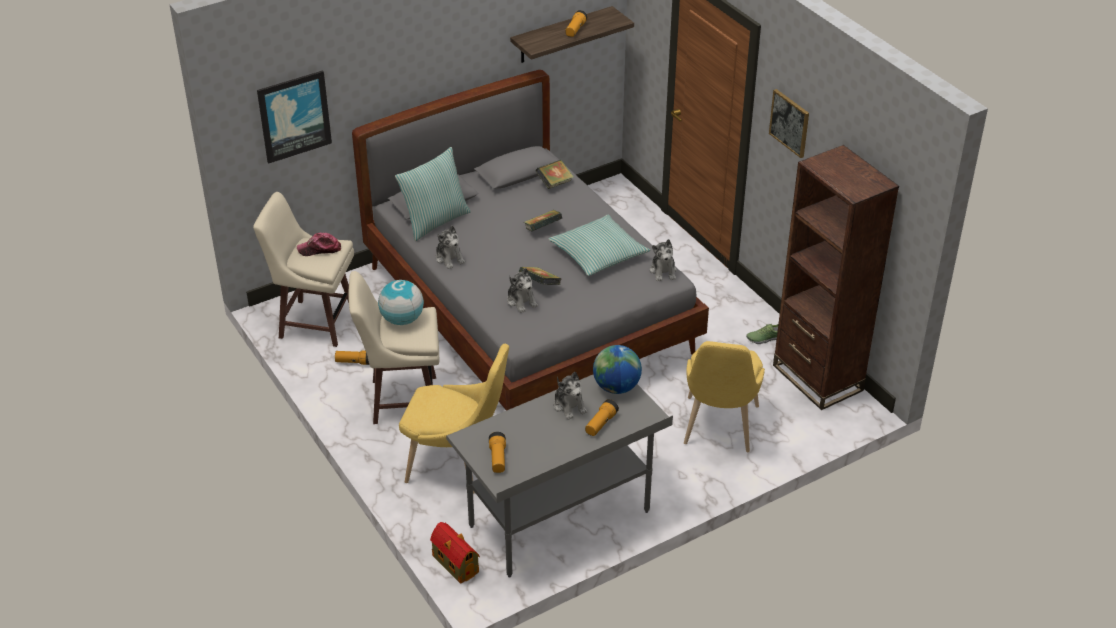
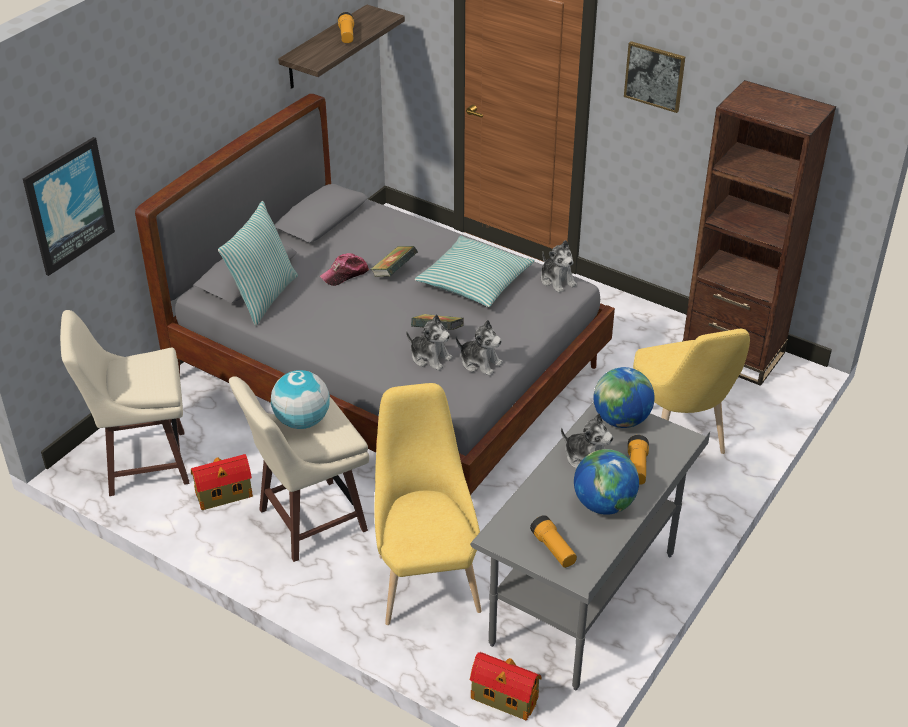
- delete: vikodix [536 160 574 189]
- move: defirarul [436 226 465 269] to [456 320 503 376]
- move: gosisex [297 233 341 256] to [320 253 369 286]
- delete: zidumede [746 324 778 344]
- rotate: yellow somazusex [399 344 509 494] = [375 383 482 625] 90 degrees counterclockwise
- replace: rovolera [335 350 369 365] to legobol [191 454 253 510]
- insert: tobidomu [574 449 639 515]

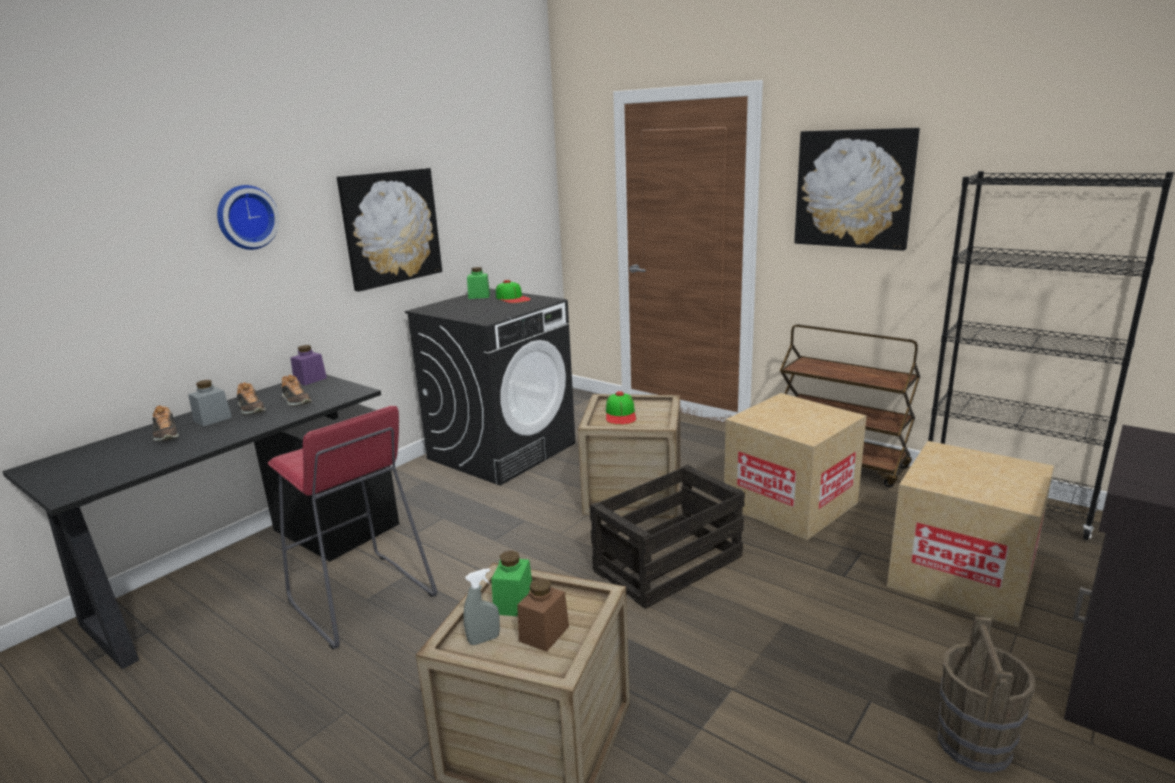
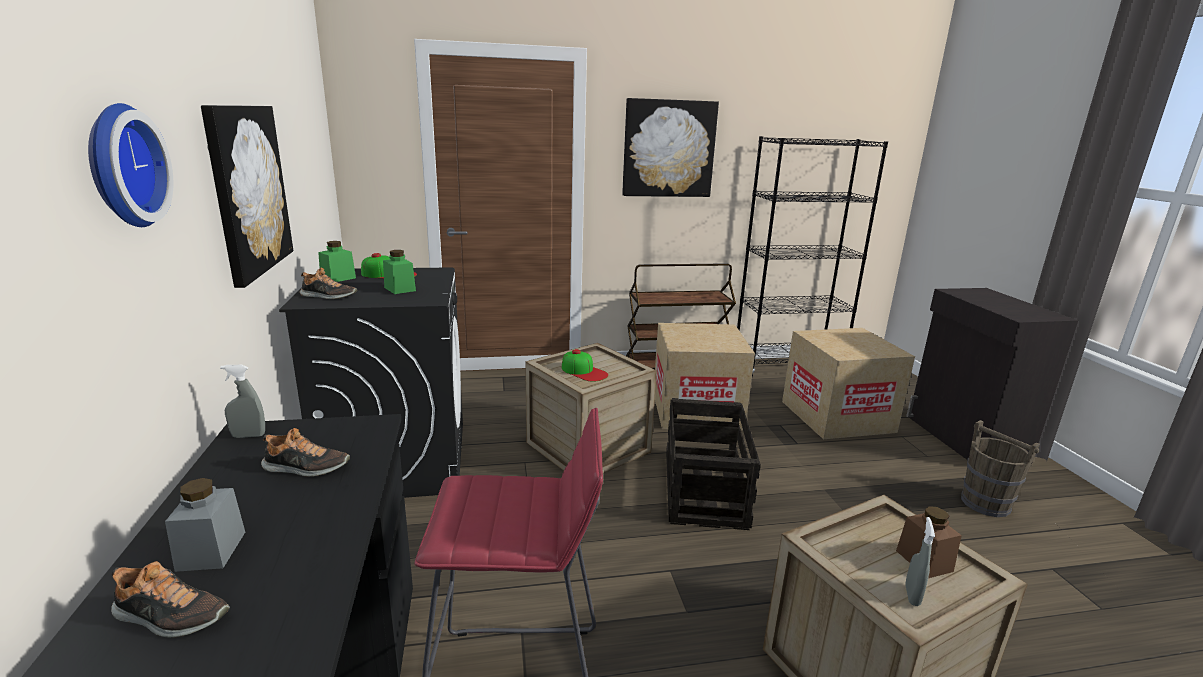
- replace: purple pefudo [290 345 327 385] to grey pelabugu [220 365 265 438]
- move: zidumede [237 382 266 414] to [300 267 357 299]
- move: green pefudo [491 551 532 616] to [383 250 416 294]

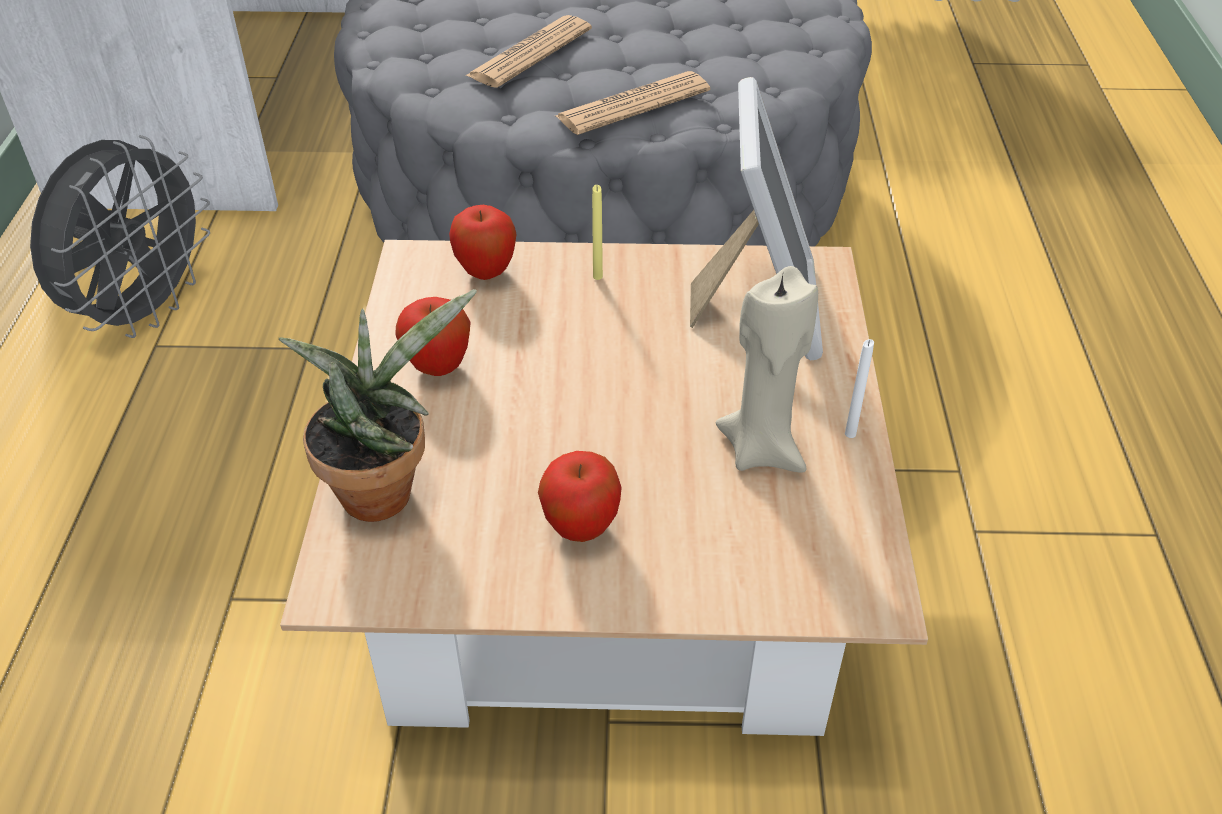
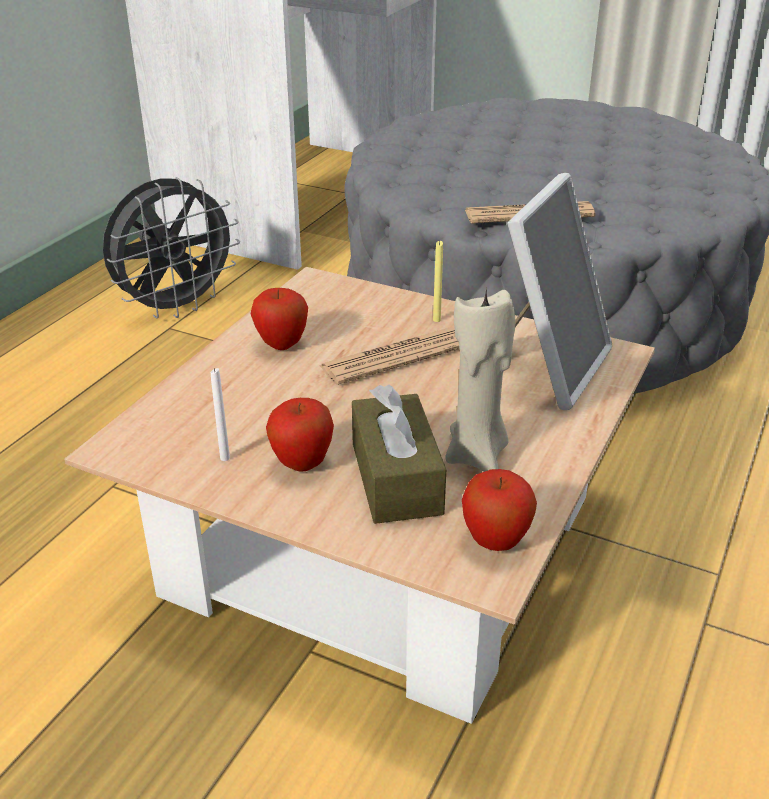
- move: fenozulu [466 15 592 88] to [319 328 460 385]
- move: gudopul [449 205 517 280] to [462 469 537 551]
- delete: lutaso [279 289 477 522]
- move: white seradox [845 339 874 438] to [211 368 230 461]
- insert: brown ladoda [352 385 446 524]

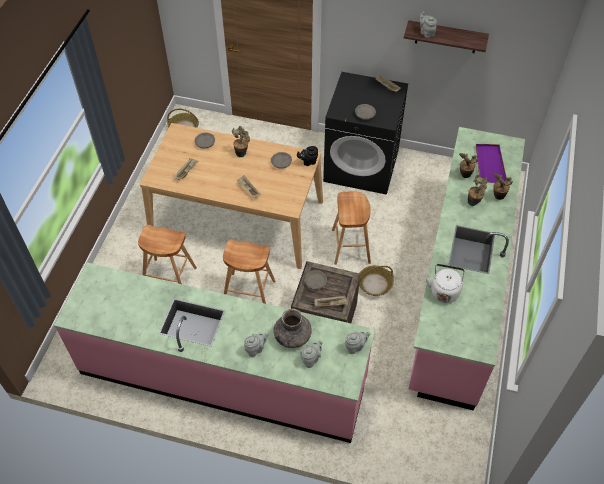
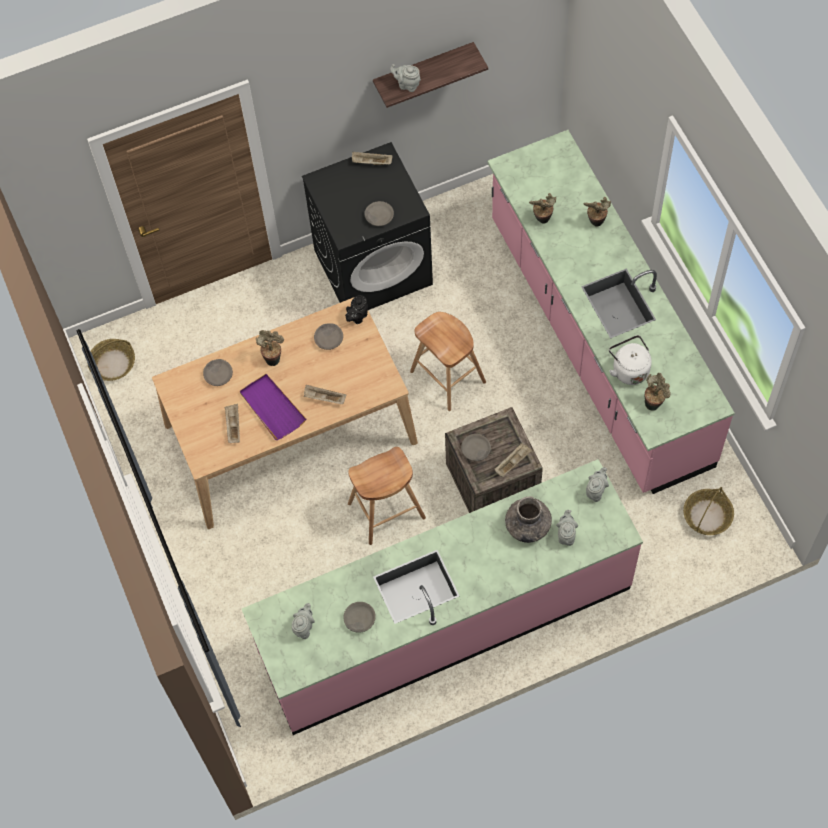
- move: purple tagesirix [476 144 507 183] to [240 374 306 440]
- move: lutaso [468 174 487 206] to [645 373 671 411]
- delete: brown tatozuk [138 225 197 284]
- move: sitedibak [359 265 394 296] to [683 487 734 535]
- move: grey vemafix [244 333 268 357] to [292 603 315 639]
- insert: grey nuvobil [343 602 376 633]

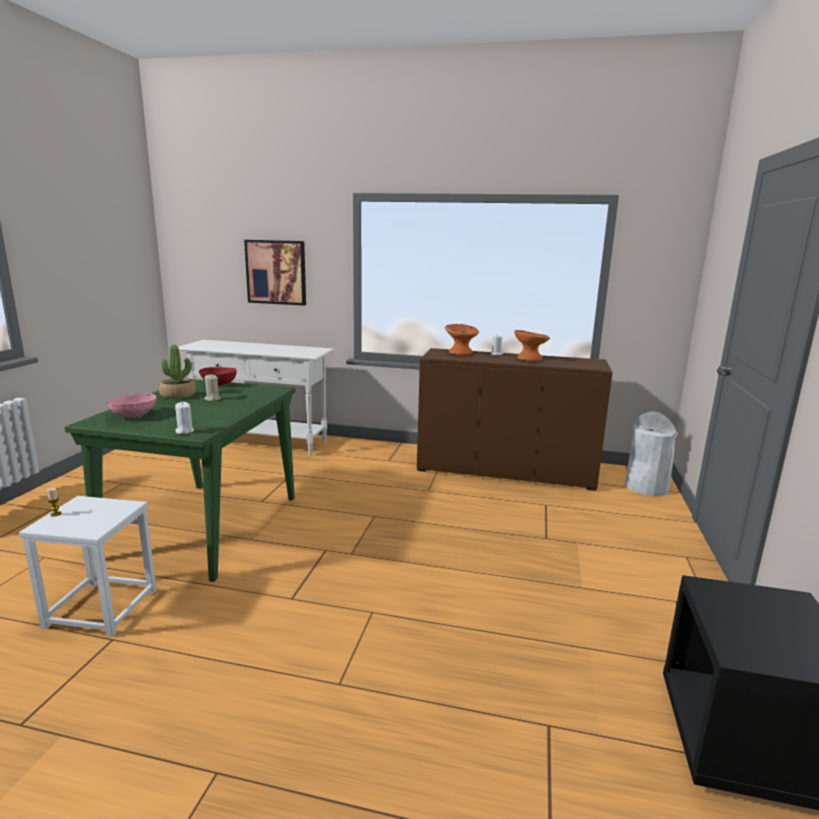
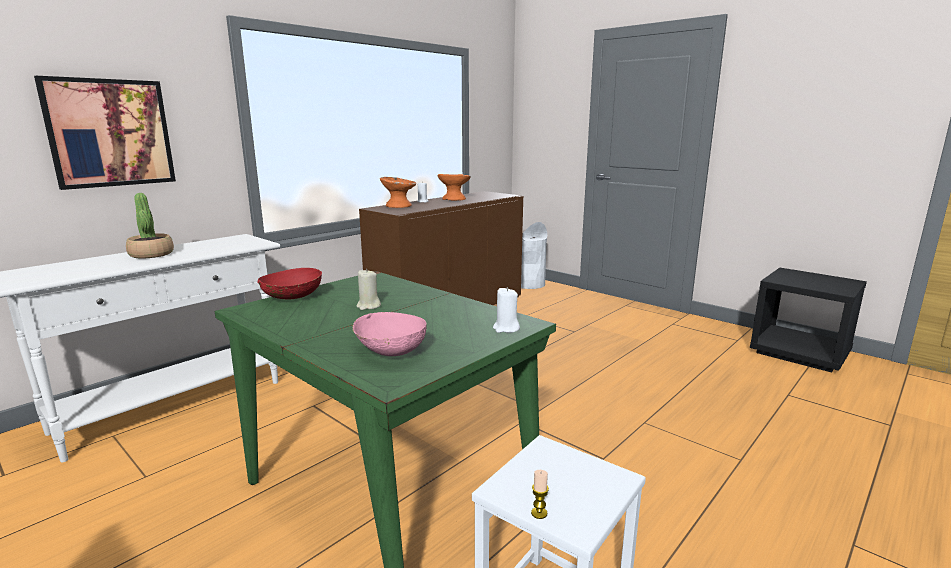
- move: lutaso [159 345 196 399] to [126 193 174 258]

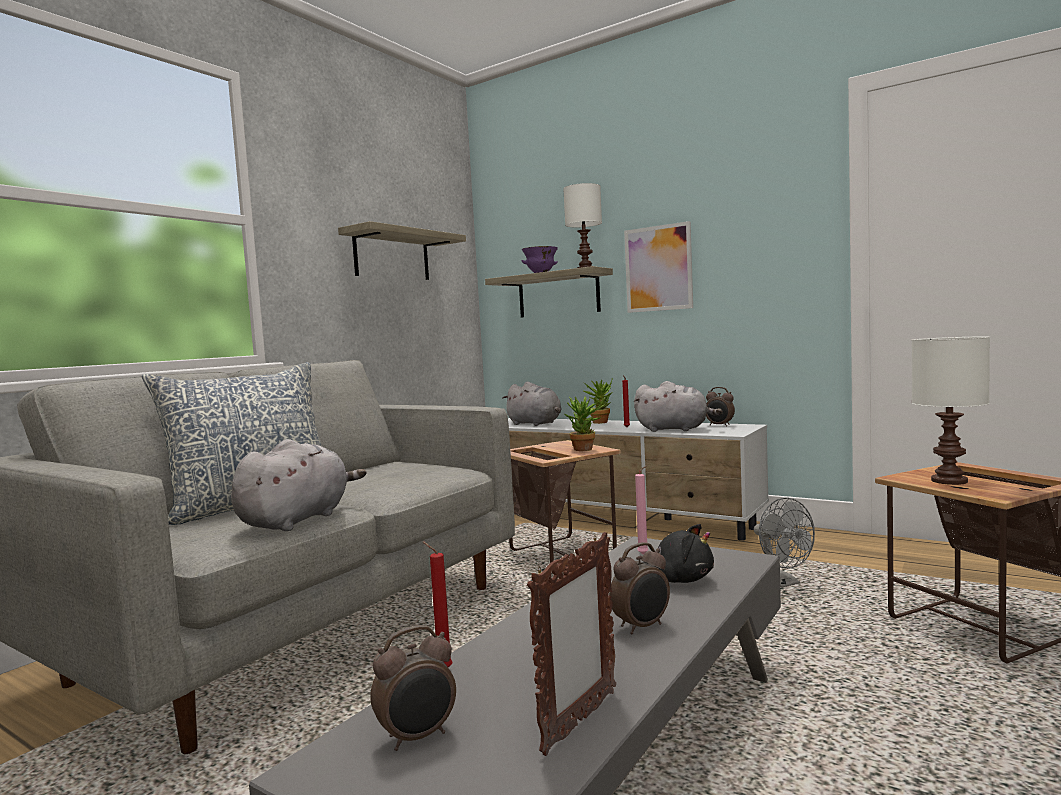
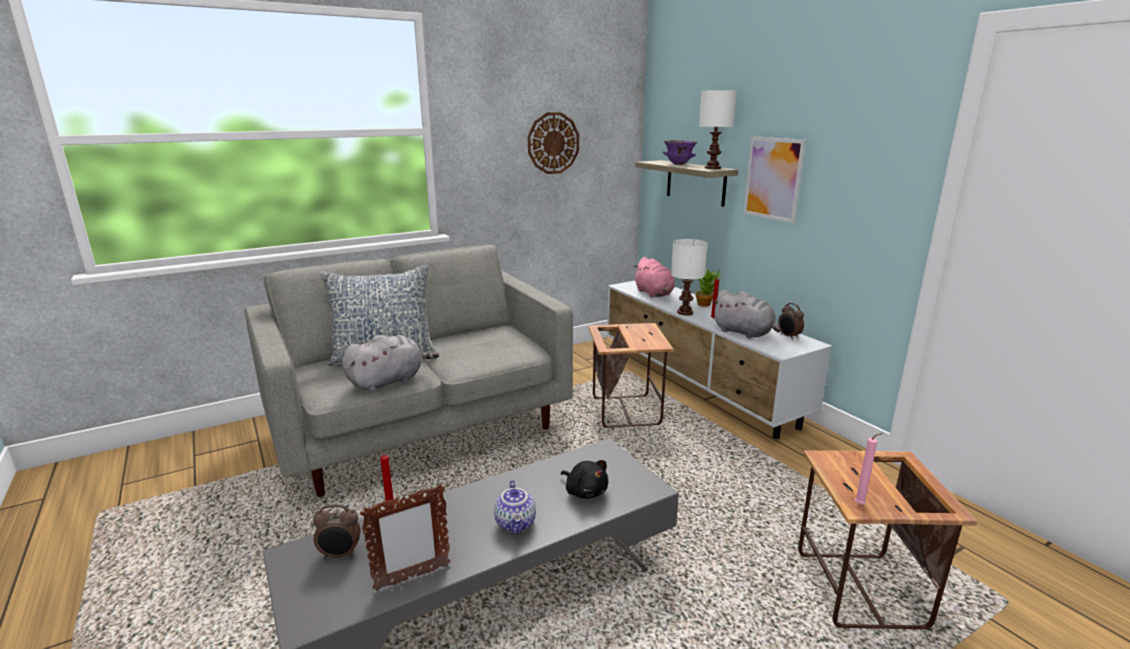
- replace: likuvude [338 221 466 280] to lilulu [528 112 579 174]
- move: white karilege [912 337 990 485] to [671 239 708 315]
- recolor: grey defirarul [502 382 561 426] to pink defirarul [634 257 675 298]
- delete: lutaso [564 397 606 451]
- move: pink seradox [635 465 648 554] to [855 433 883 505]
- delete: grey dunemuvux [754 498 815 588]
- replace: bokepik [609 542 670 634] to vemafix [494 480 536 534]

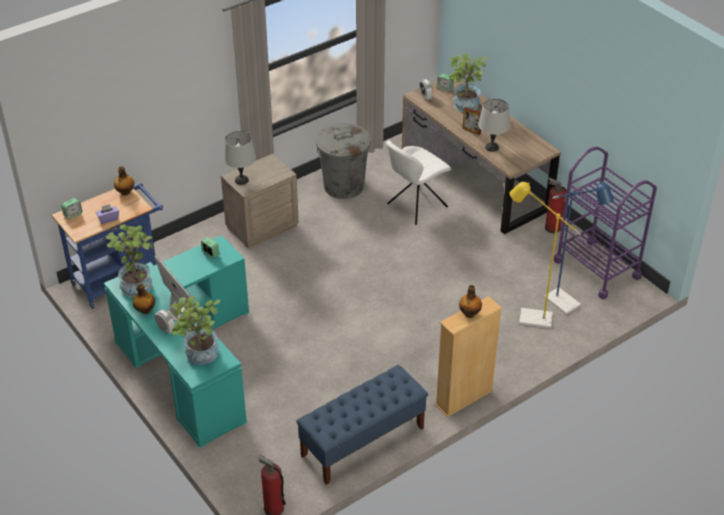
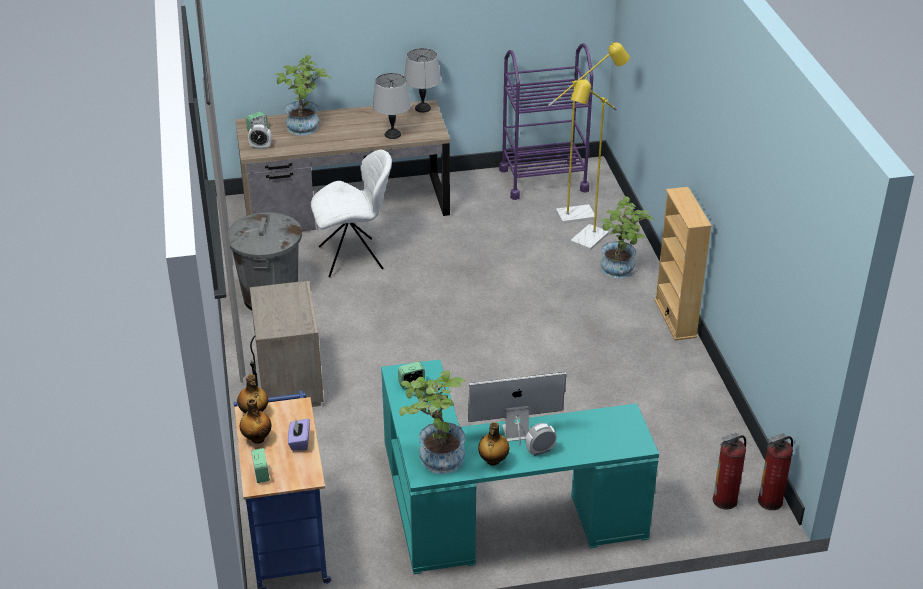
- delete: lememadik [463 107 481 135]
- move: grey karilege [224 131 256 185] to [404 48 441 113]
- rotate: white somazusex [386 140 451 225] = [311 150 392 278] 90 degrees counterclockwise
- move: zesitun [545 178 567 233] to [713 433 746 509]
- recolor: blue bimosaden [544 181 614 315] to yellow bimosaden [548 42 630 224]
- move: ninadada [459 285 482 318] to [240 398 271 444]
- move: lutaso [171 296 220 365] to [600 196 655 278]
- delete: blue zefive [296 365 428 485]

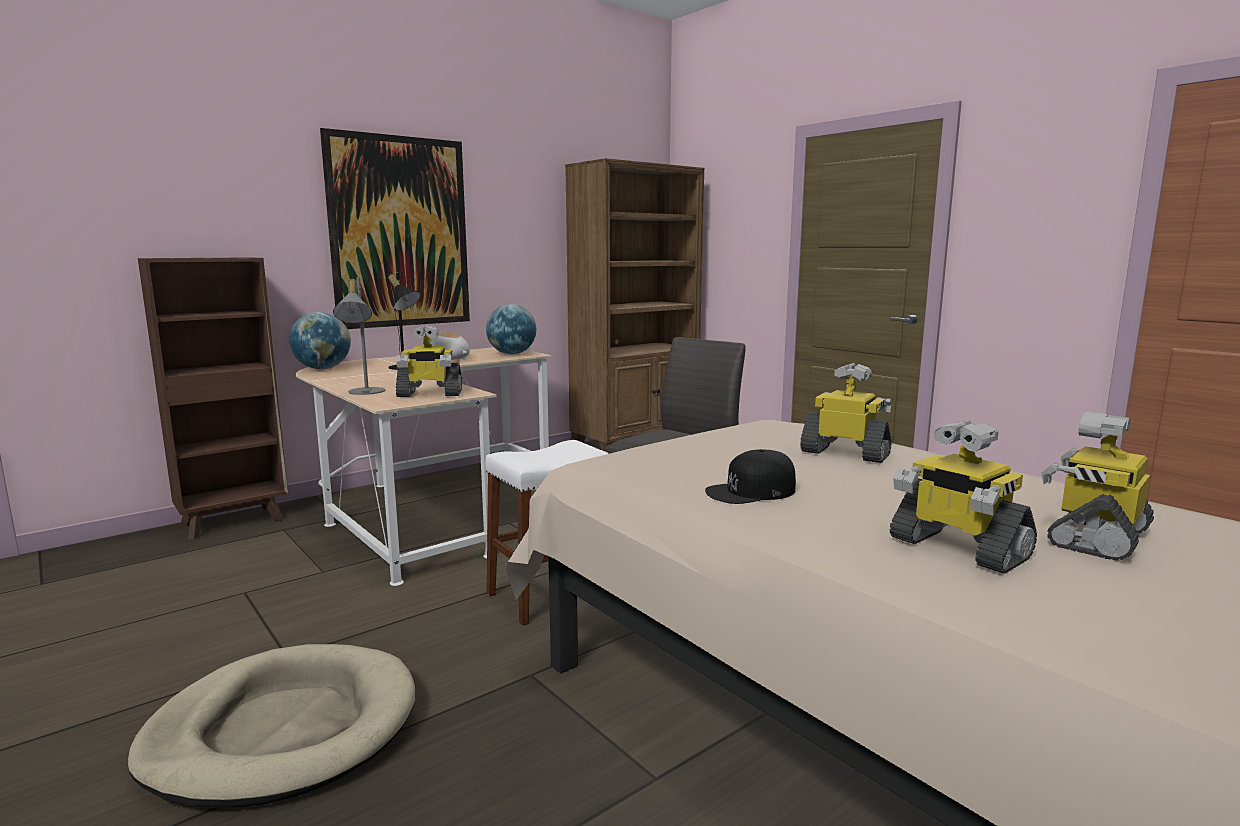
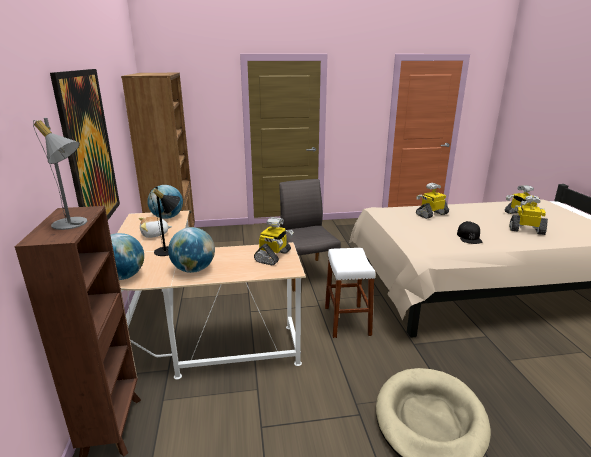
- move: grey karilege [333 277 385 395] to [33 118 87 230]
- rotate: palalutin [890 421 1037 574] = [509 195 548 235] 150 degrees counterclockwise
- insert: tobidomu [168 227 215 273]

